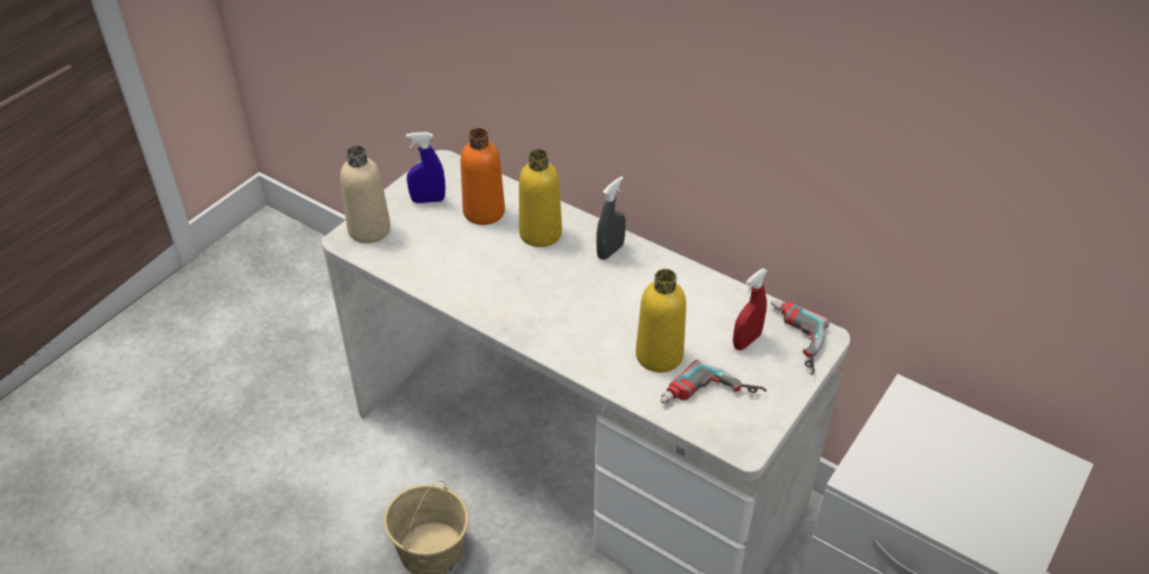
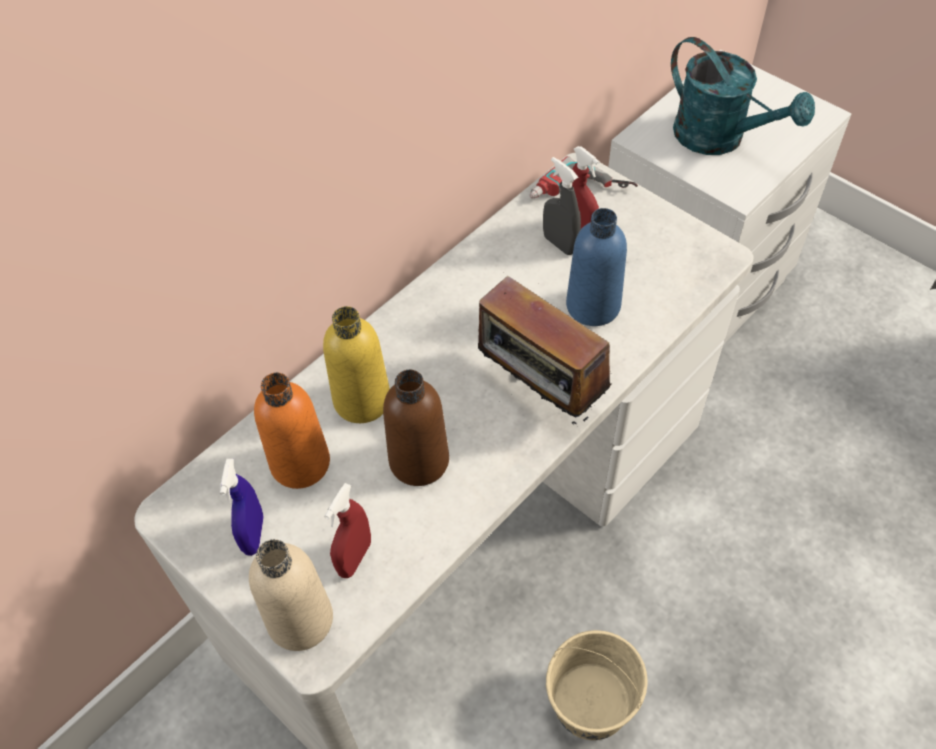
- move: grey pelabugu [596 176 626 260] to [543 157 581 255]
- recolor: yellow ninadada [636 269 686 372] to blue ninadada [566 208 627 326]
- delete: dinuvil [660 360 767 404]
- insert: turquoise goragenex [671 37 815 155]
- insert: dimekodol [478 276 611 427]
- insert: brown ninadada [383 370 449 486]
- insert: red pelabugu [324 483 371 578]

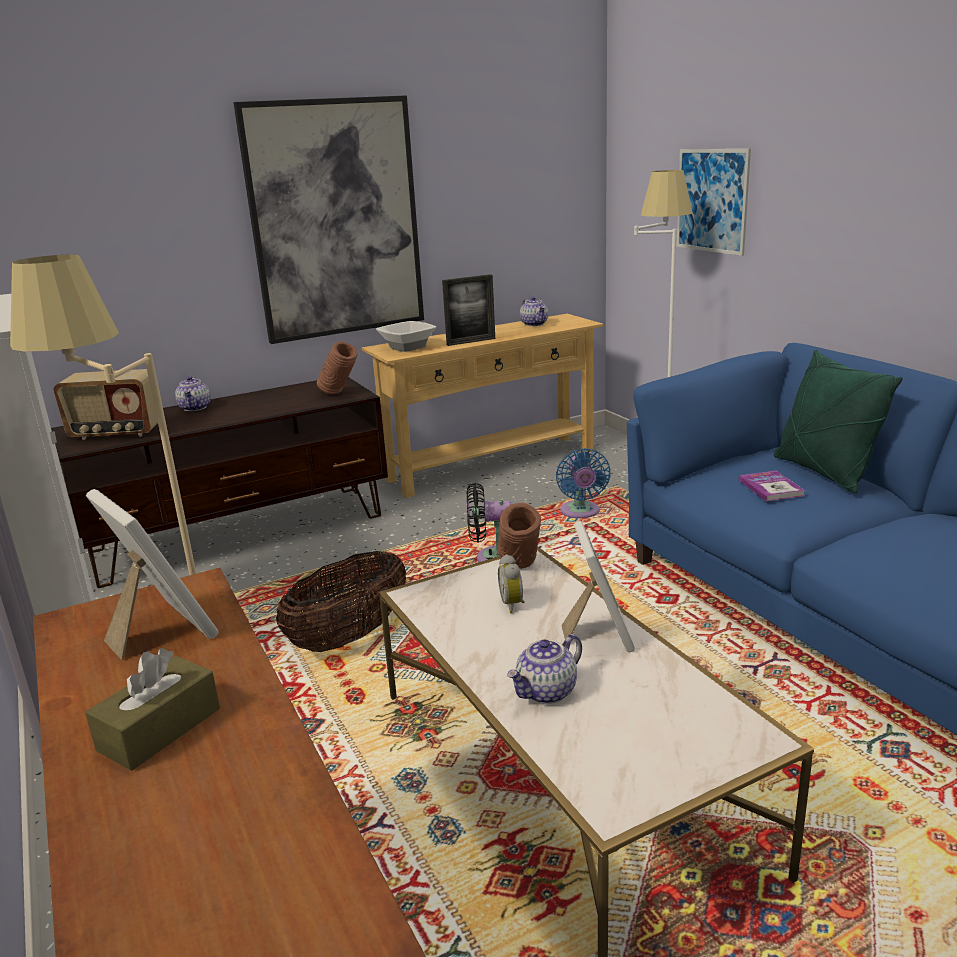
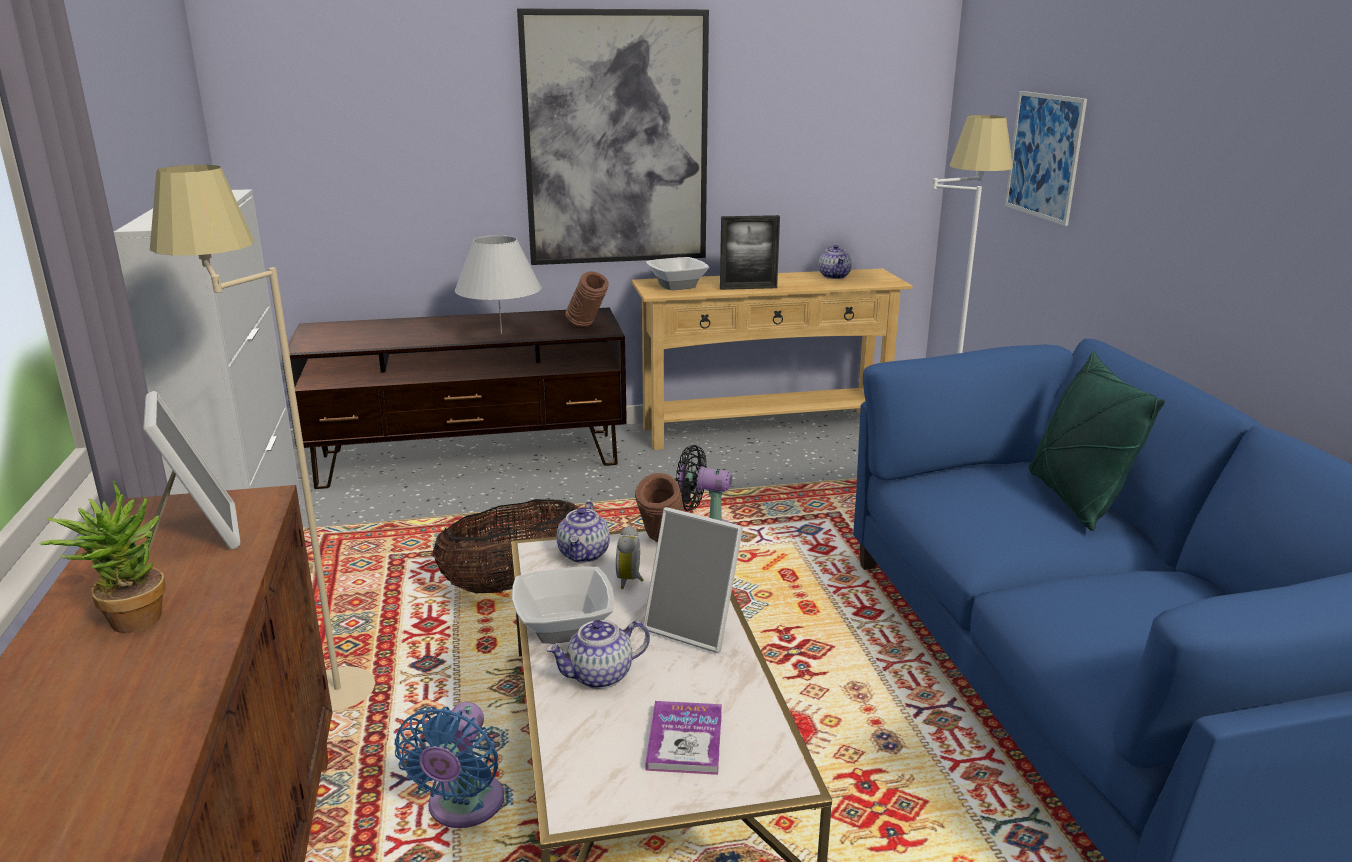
- delete: dimekodol [53 369 158 440]
- move: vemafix [175 376 211 411] to [557 502 610 563]
- move: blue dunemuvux [556 448 611 518] to [395 702 504 828]
- move: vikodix [739 470 805 501] to [645 701 722 775]
- rotate: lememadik [561 521 635 653] = [643 507 743 653] 105 degrees clockwise
- replace: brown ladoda [85 648 220 771] to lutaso [39 480 166 633]
- insert: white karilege [455 235 542 334]
- insert: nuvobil [512 567 614 644]

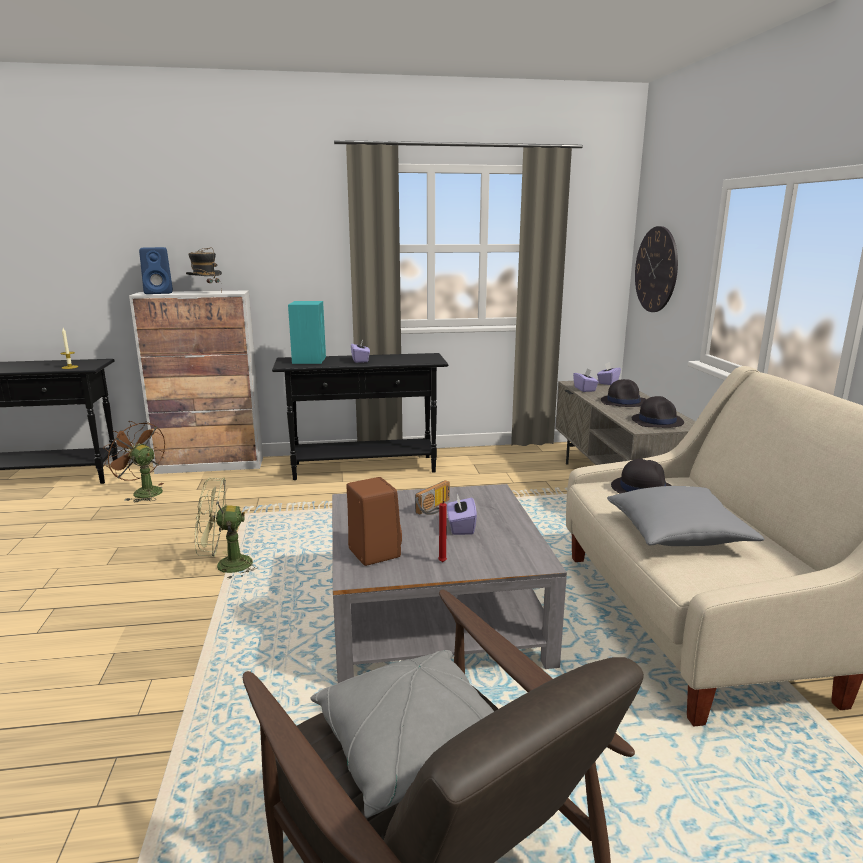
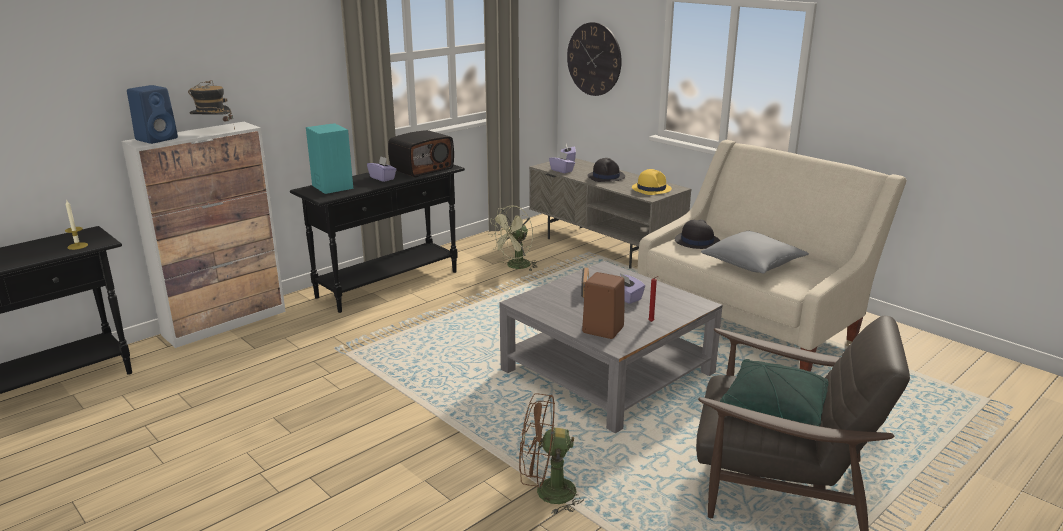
- recolor: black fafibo [632 396 684 428] to yellow fafibo [632 169 672 195]
- move: brown dunemuvux [103 421 165 502] to [519 393 584 515]
- move: green dunemuvux [195 478 258 579] to [488 205 538 271]
- recolor: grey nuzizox [311 650 494 818] to green nuzizox [720 359 829 426]
- insert: dimekodol [388 130 454 177]

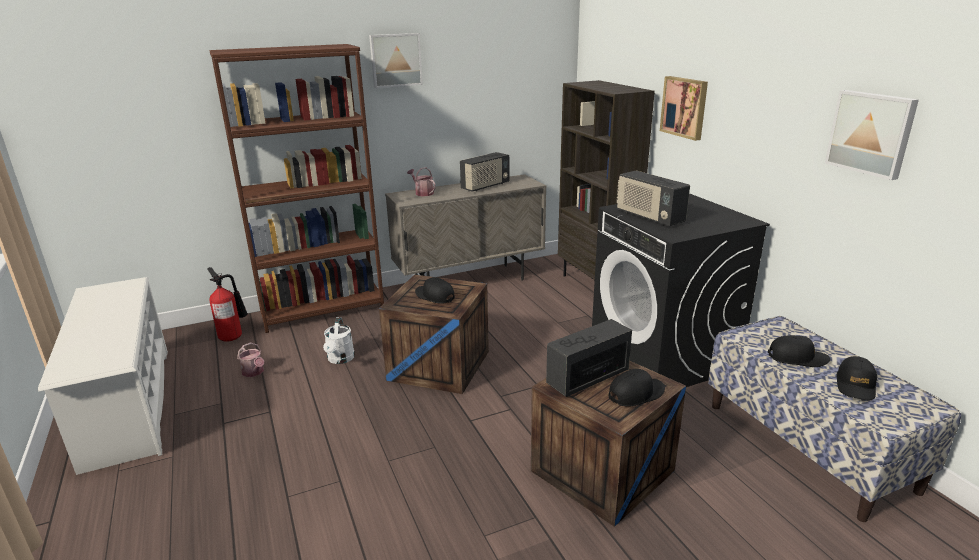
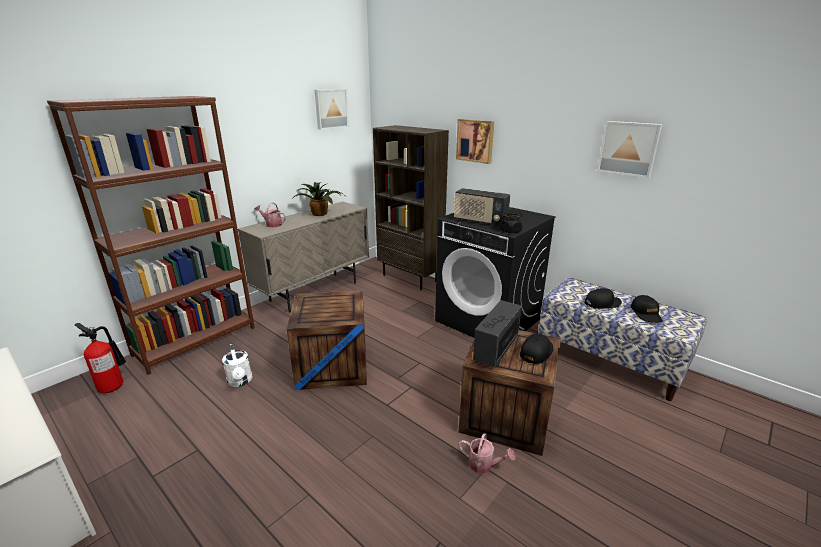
- move: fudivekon [369 33 423 88] to [315 89 349 130]
- replace: dimekodol [460 152 509 192] to lutaso [292 182 346 216]
- delete: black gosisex [415 277 455 304]
- move: goragenex [237 342 264 377] to [459 433 516 474]
- insert: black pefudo [500 210 522 233]

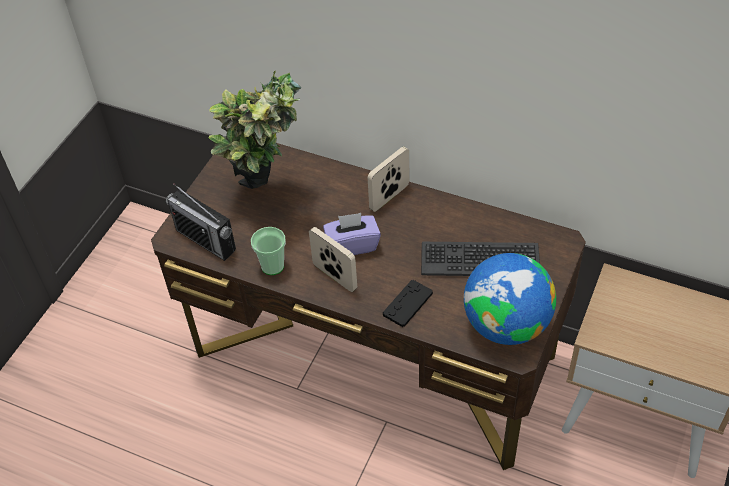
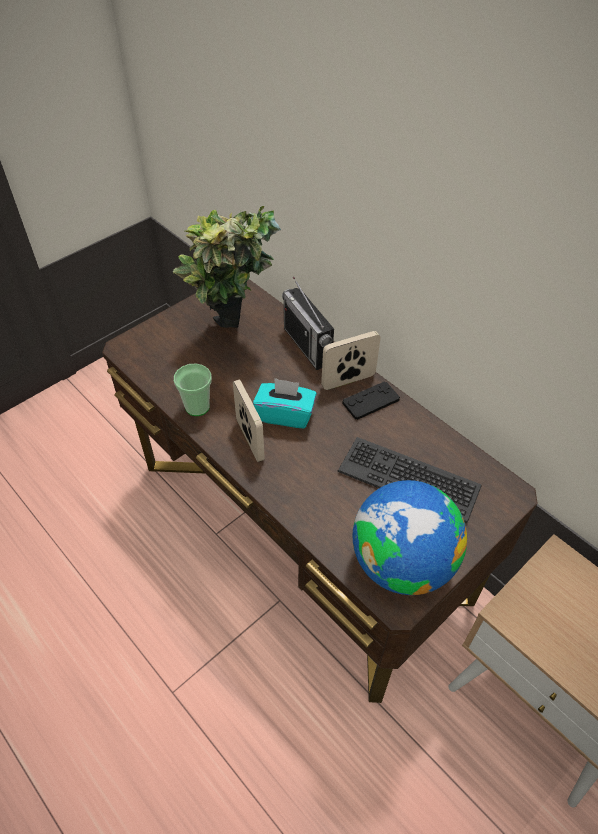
- move: dimekodol [166 183 236 261] to [282 277 334 370]
- recolor: purple ladoda [323 213 381 255] to turquoise ladoda [253 378 317 428]
- move: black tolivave [383 280 433 327] to [342 381 400 420]

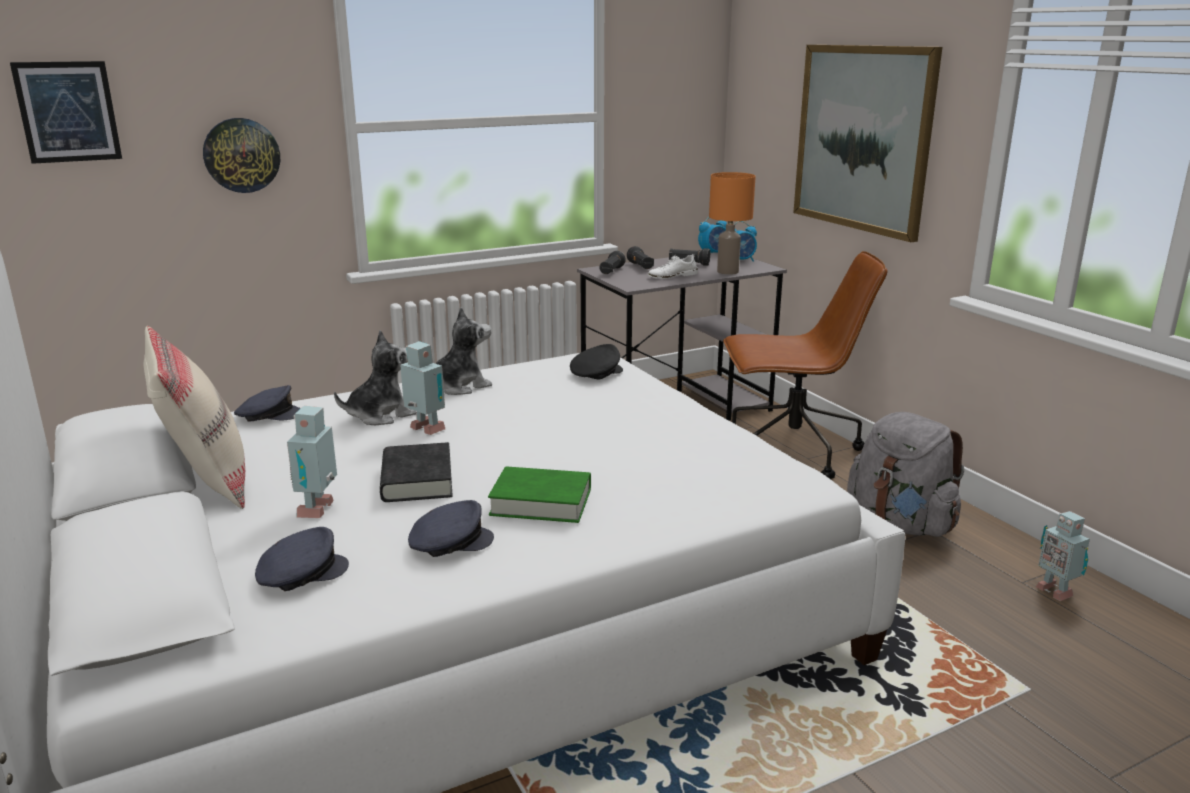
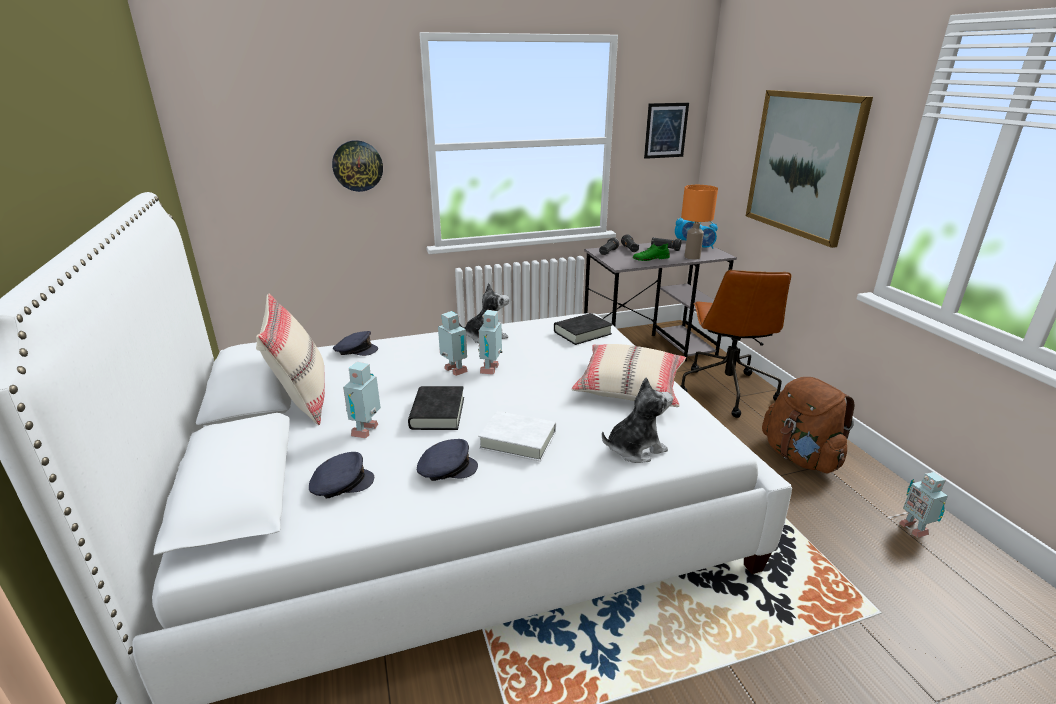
- move: fudivekon [10 61 122 164] to [644 103 689 159]
- rotate: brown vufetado [723 251 888 479] = [680 270 791 418] 90 degrees clockwise
- recolor: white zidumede [648 254 698 279] to green zidumede [633 244 670 261]
- move: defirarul [334 330 417 425] to [602 377 673 463]
- replace: black gosisex [570 344 623 380] to black vikodix [554 313 613 345]
- recolor: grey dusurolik [847 412 964 537] to brown dusurolik [762 377 855 474]
- recolor: green vikodix [488 466 591 523] to white vikodix [478 411 556 462]
- insert: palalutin [478 310 502 375]
- insert: beige nuzizox [572 344 686 407]

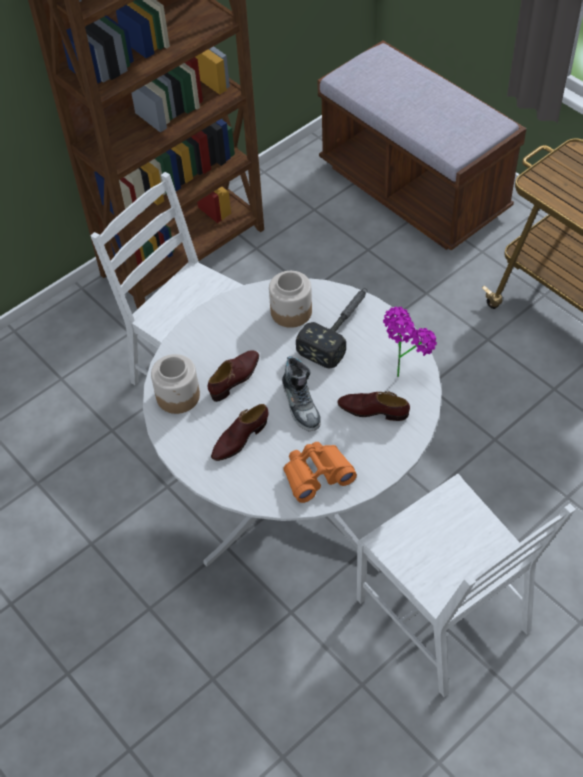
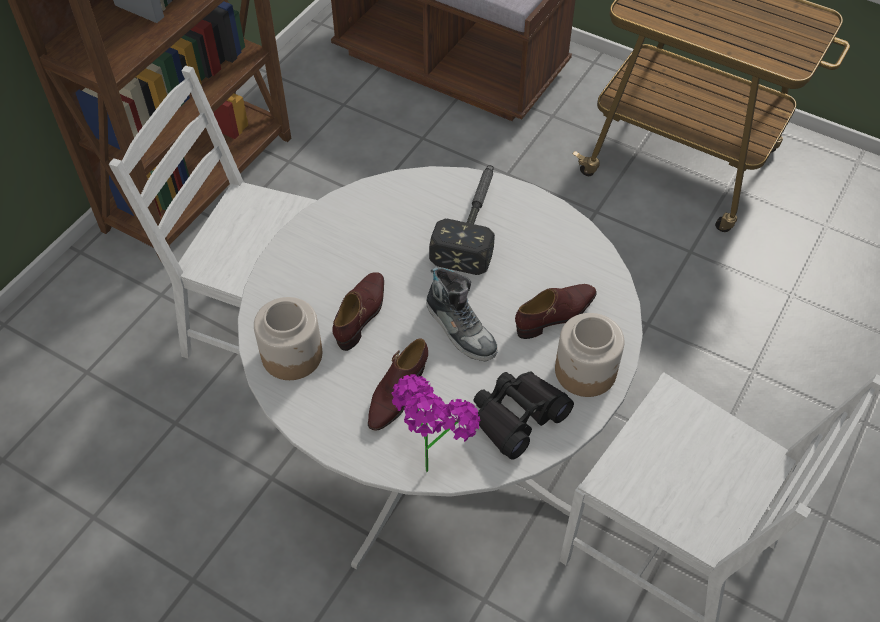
- move: pefudo [269 271 312 328] to [555 313 624 397]
- move: lutaso [383 307 437 377] to [392 374 480 472]
- rotate: brown zidumede [338 391 410 421] = [515 284 597 339] 150 degrees clockwise
- recolor: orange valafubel [283 442 357 503] to black valafubel [473 371 574 460]

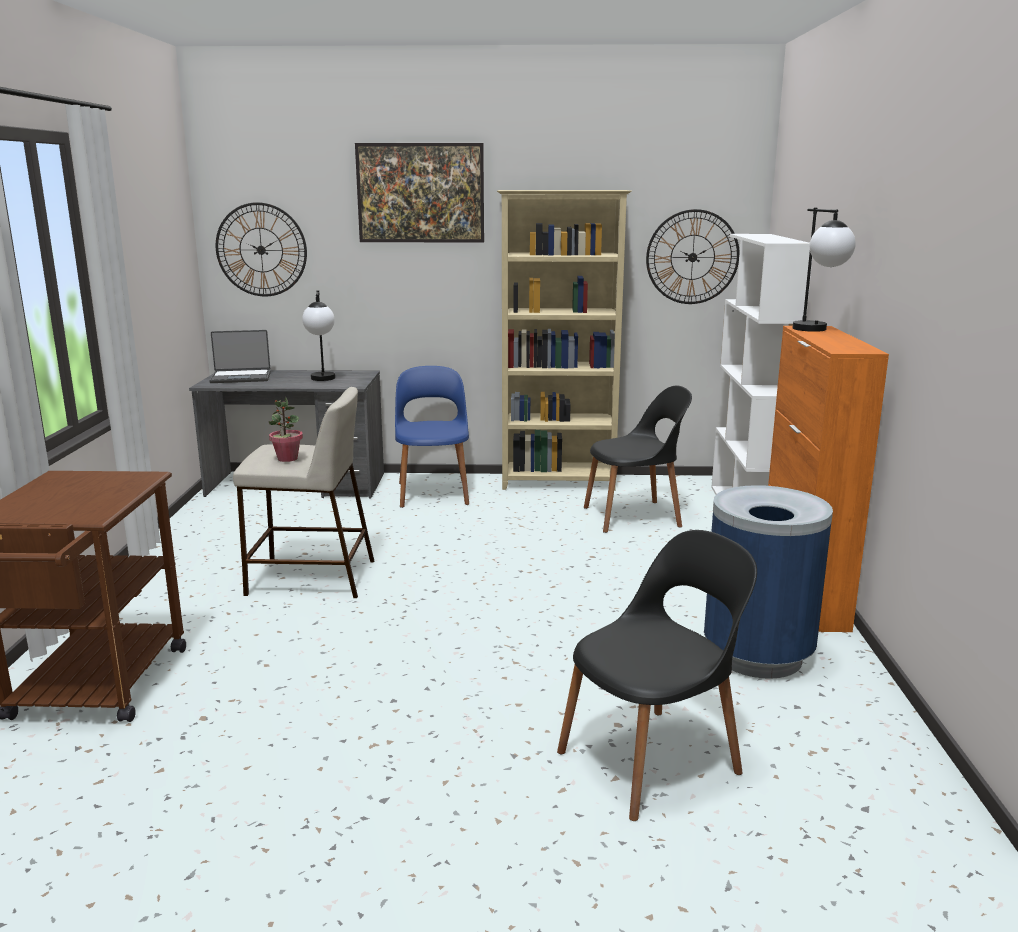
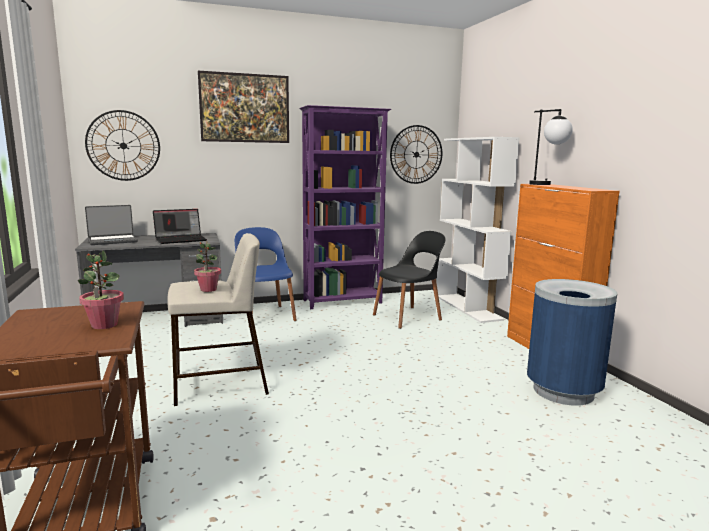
- recolor: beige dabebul [497 190 632 491] to purple dabebul [299 105 391 309]
- replace: karilege [302 290 335 381] to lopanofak [153 209 207 244]
- delete: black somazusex [557 530 757 821]
- insert: lutaso [78 250 124 329]

